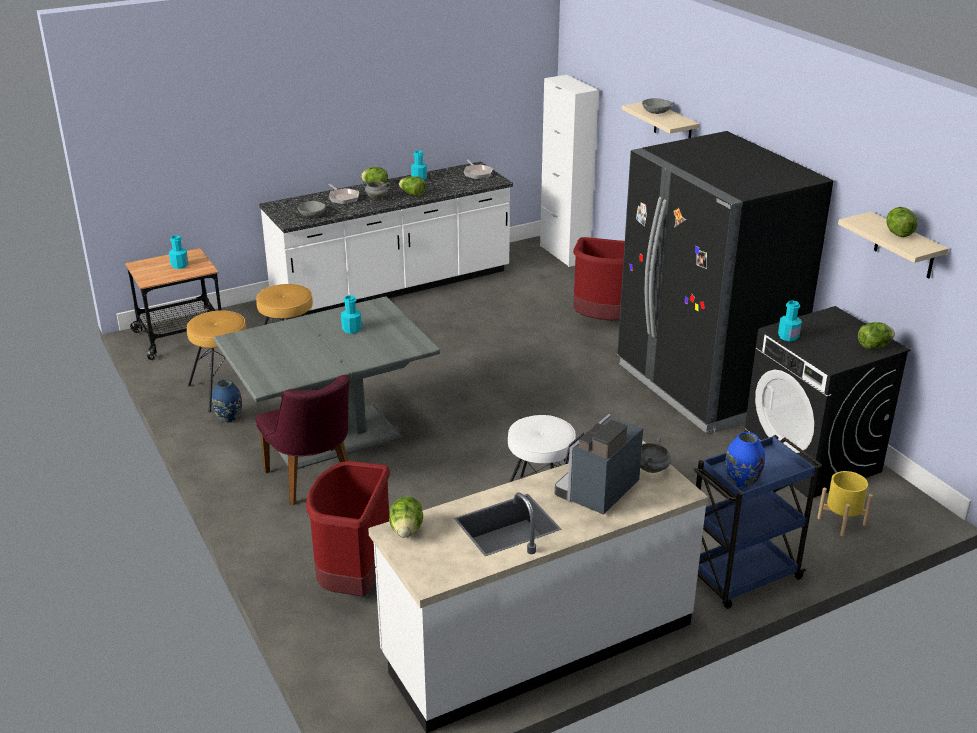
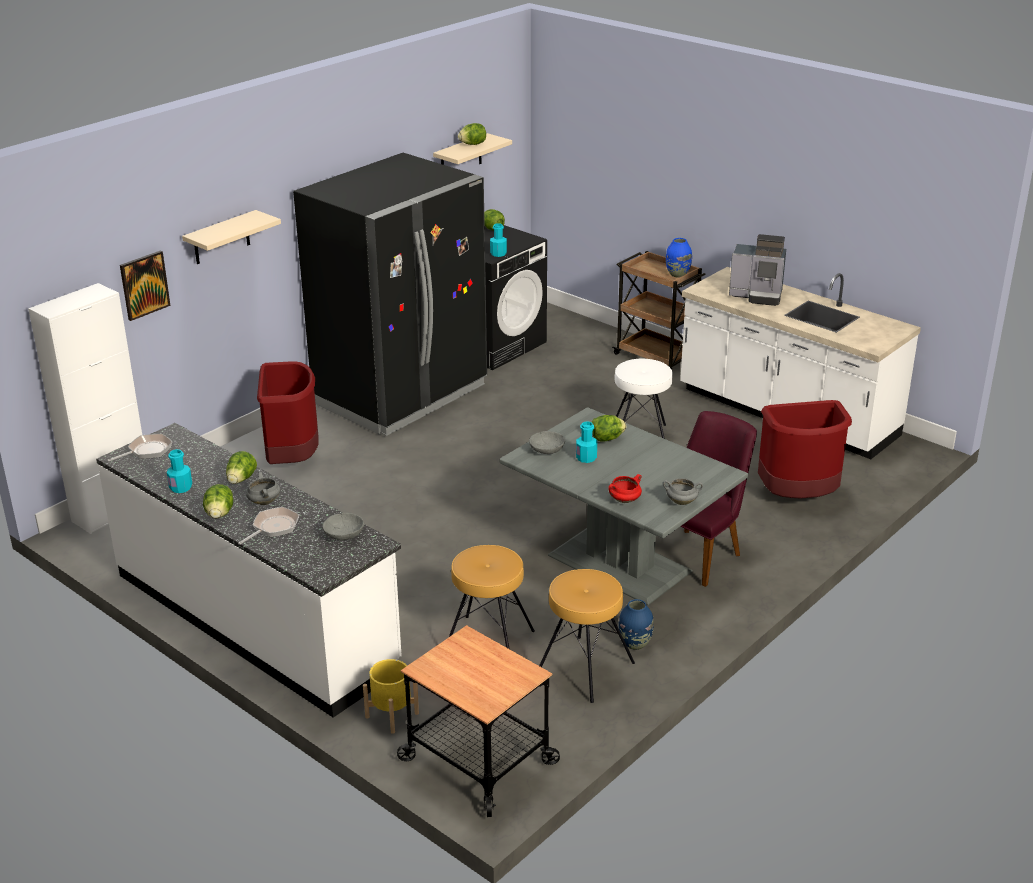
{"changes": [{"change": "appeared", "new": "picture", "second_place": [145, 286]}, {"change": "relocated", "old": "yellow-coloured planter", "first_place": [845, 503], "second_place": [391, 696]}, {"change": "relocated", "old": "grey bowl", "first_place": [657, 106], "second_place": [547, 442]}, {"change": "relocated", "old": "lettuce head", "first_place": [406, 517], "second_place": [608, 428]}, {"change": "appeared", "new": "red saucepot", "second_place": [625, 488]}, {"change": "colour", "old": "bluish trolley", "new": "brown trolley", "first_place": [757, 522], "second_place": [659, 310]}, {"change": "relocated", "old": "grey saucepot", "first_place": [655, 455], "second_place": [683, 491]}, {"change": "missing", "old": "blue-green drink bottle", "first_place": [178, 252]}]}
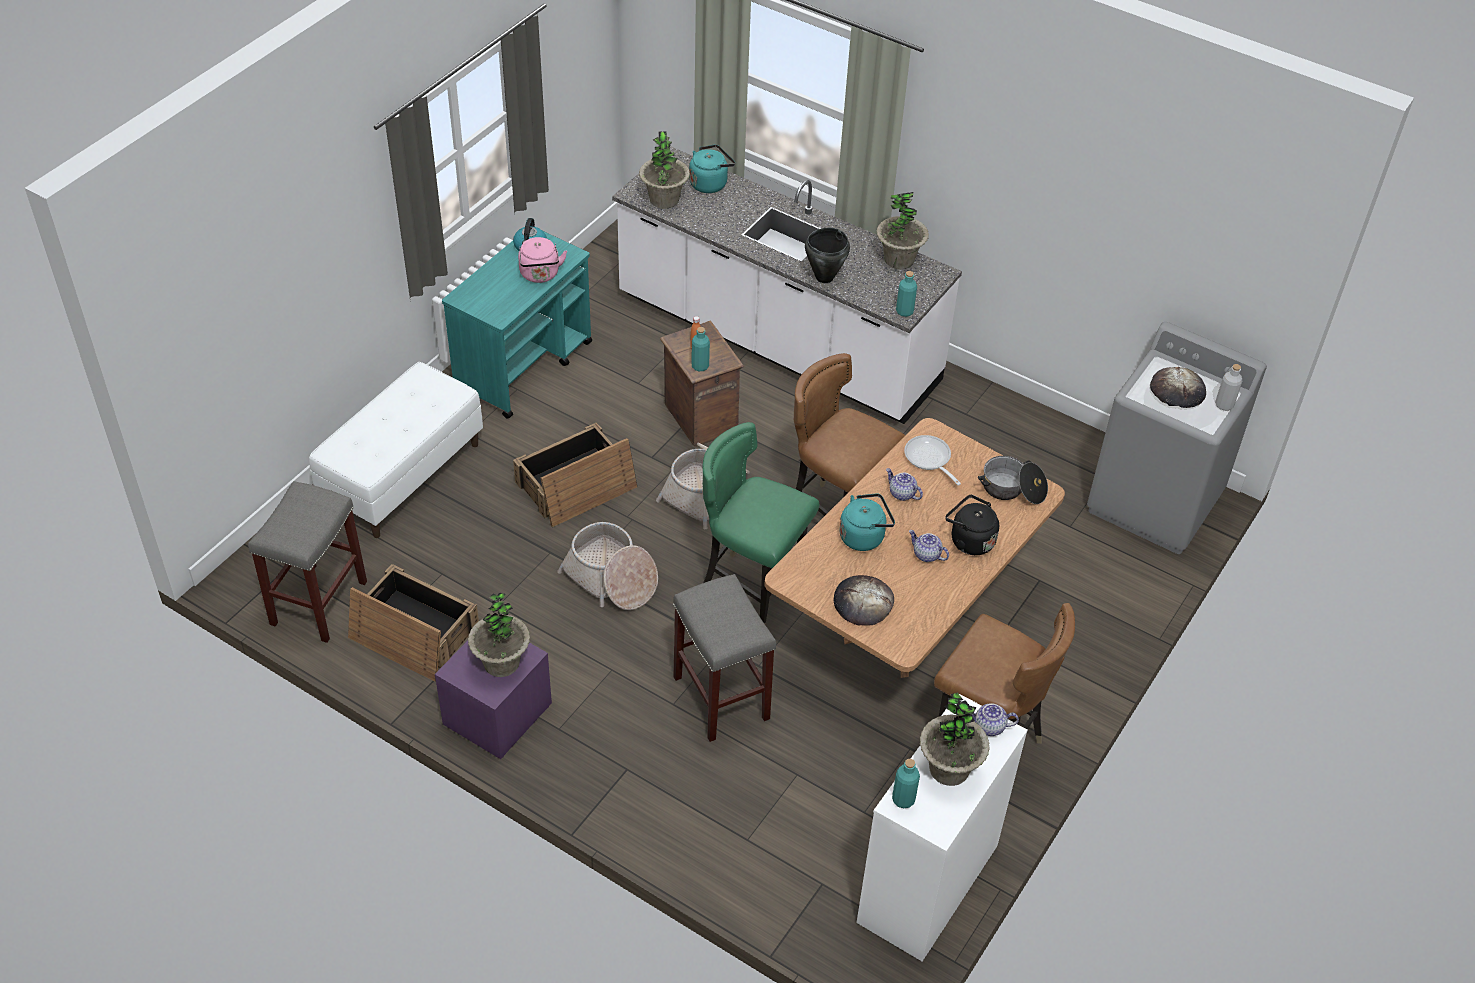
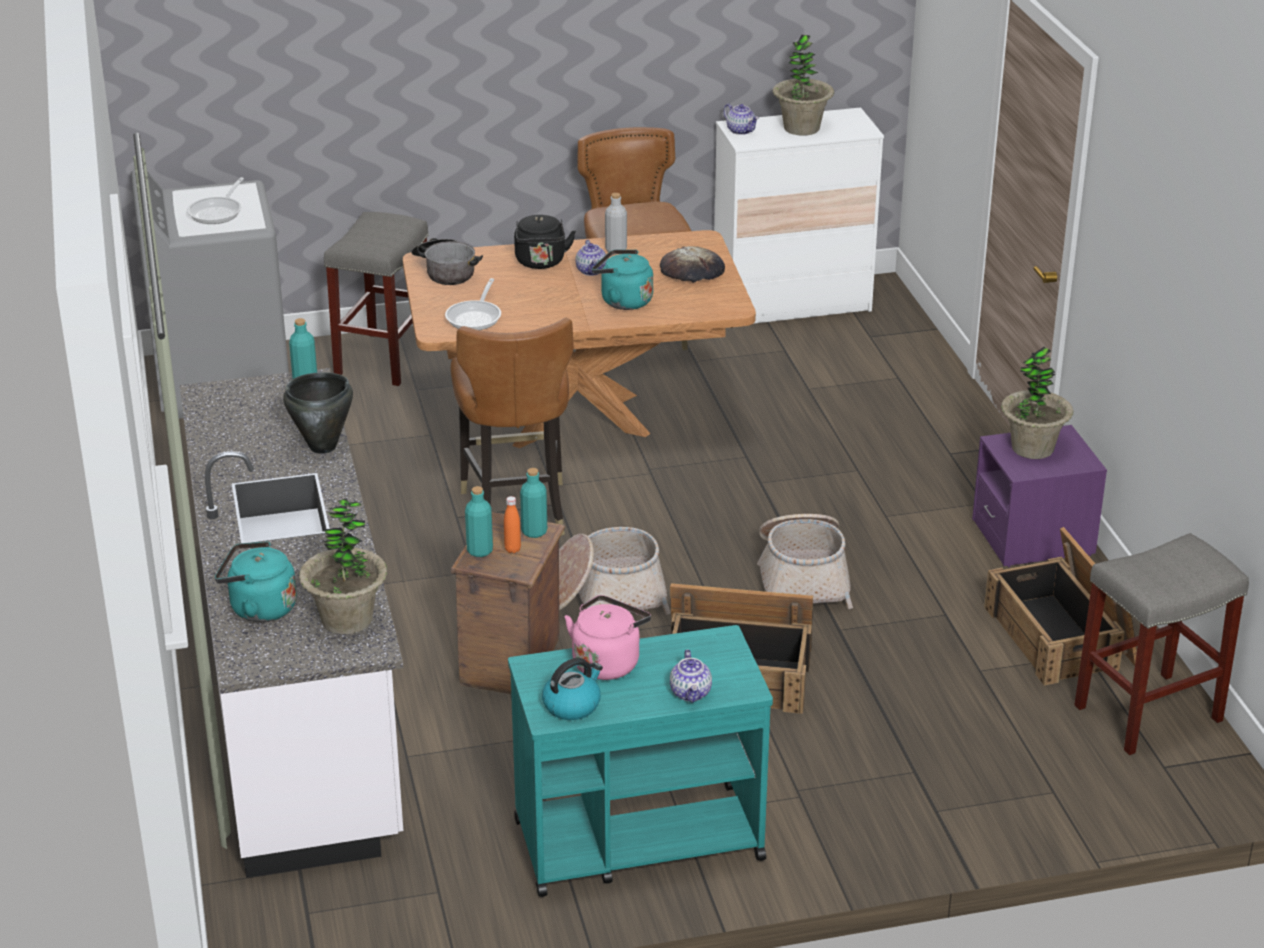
{"changes": [{"change": "exchanged", "old": "bread", "new": "pan", "first_place": [1178, 387], "second_place": [215, 200]}, {"change": "relocated", "old": "grey stool", "first_place": [724, 658], "second_place": [376, 299]}, {"change": "relocated", "old": "blue-green drink bottle", "first_place": [906, 783], "second_place": [479, 521]}, {"change": "relocated", "old": "grey drink bottle", "first_place": [1228, 387], "second_place": [616, 222]}, {"change": "relocated", "old": "pot for tea", "first_place": [904, 484], "second_place": [691, 676]}, {"change": "missing", "old": "white indoor bench", "first_place": [396, 450]}, {"change": "missing", "old": "green-coloured chair", "first_place": [760, 523]}, {"change": "missing", "old": "plant in a pot", "first_place": [902, 230]}]}
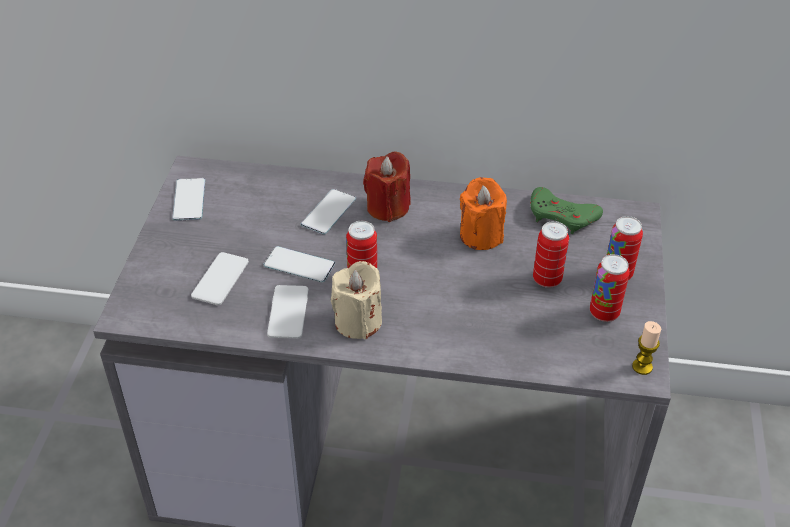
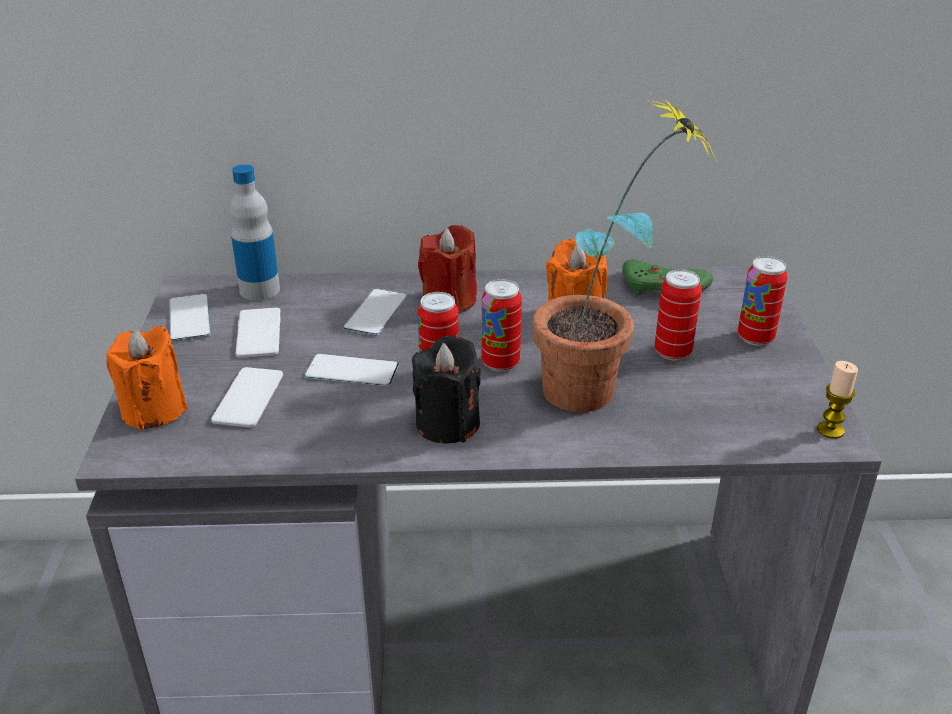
{"changes": [{"change": "appeared", "new": "orange-coloured candle", "second_place": [147, 378]}, {"change": "appeared", "new": "drink bottle", "second_place": [254, 232]}, {"change": "relocated", "old": "phone", "first_place": [287, 312], "second_place": [258, 333]}, {"change": "colour", "old": "sand-coloured candle", "new": "black candle", "first_place": [356, 300], "second_place": [446, 389]}, {"change": "relocated", "old": "sealed can", "first_place": [610, 288], "second_place": [502, 325]}, {"change": "appeared", "new": "plant in a pot", "second_place": [625, 253]}]}
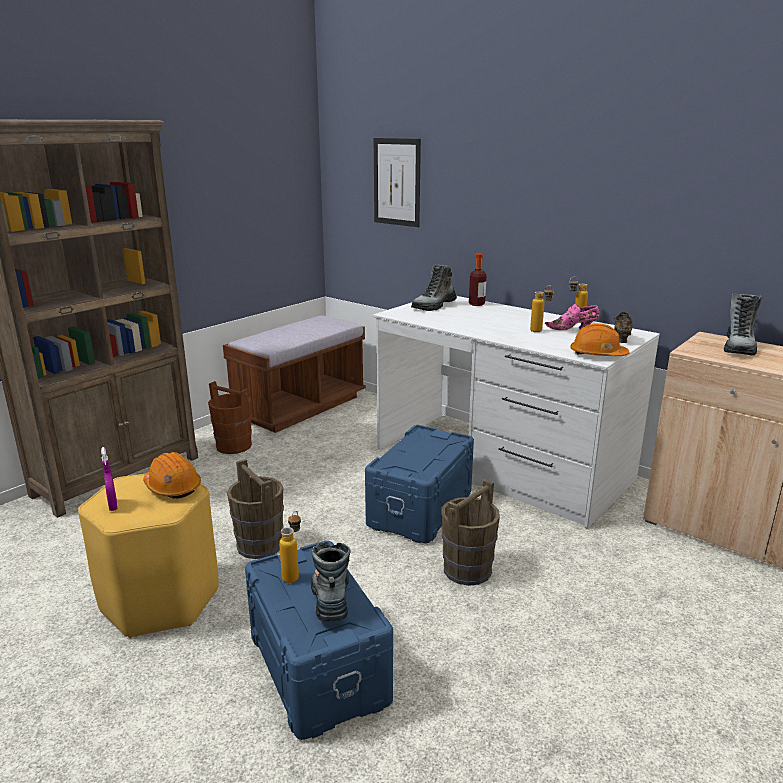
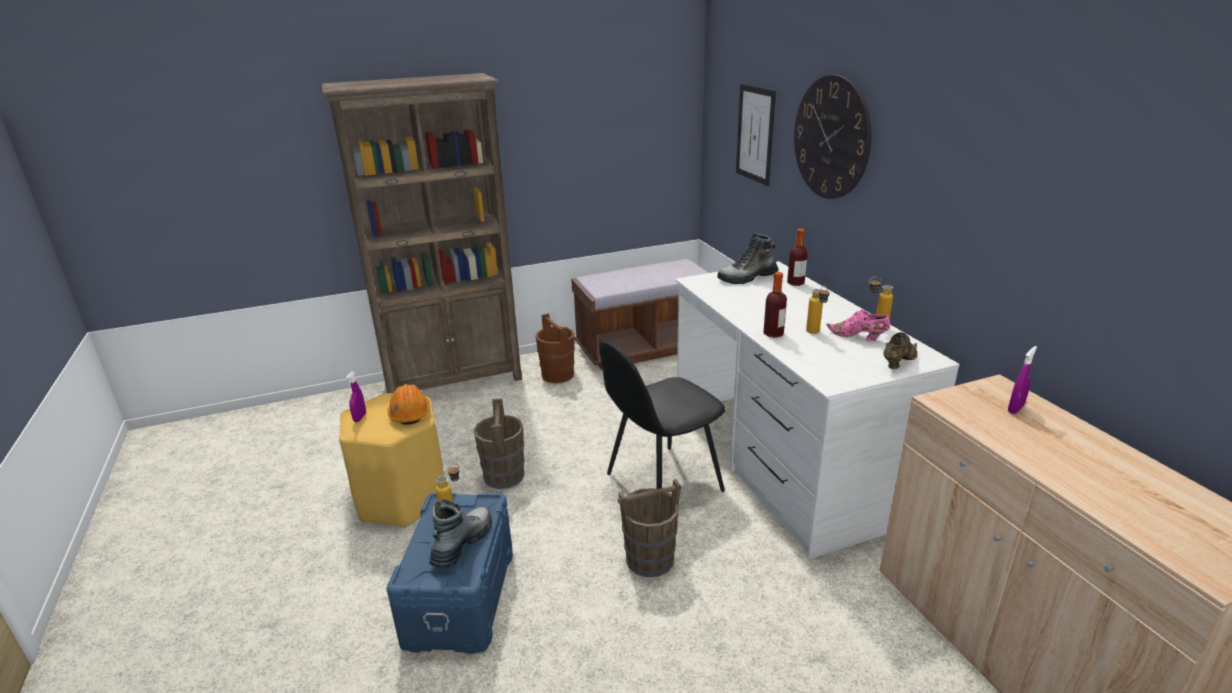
{"changes": [{"change": "exchanged", "old": "bluish storage bin", "new": "black chair", "first_place": [419, 484], "second_place": [662, 416]}, {"change": "appeared", "new": "drink bottle", "second_place": [775, 305]}, {"change": "appeared", "new": "wall clock", "second_place": [832, 137]}, {"change": "exchanged", "old": "high-top boot", "new": "purple spray bottle", "first_place": [743, 324], "second_place": [1022, 380]}, {"change": "missing", "old": "orange-coloured safety helmet", "first_place": [600, 339]}]}
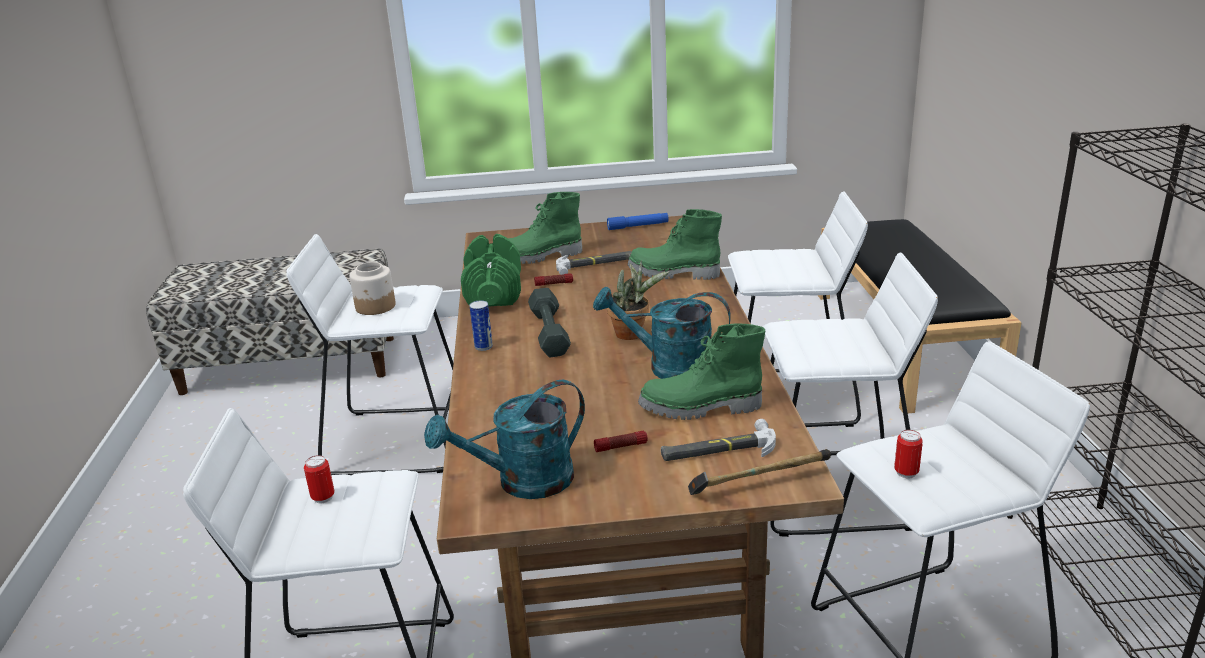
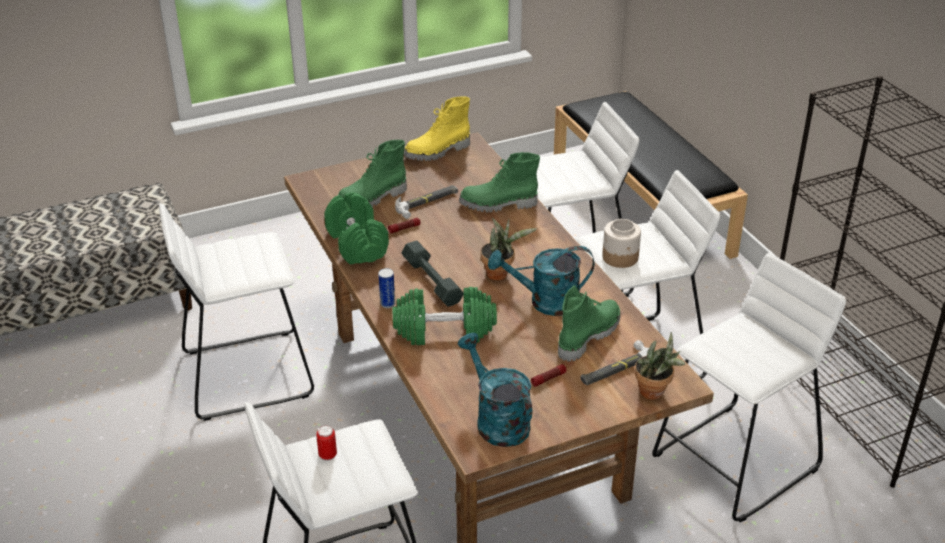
{"changes": [{"change": "appeared", "new": "green-coloured hand weight", "second_place": [445, 316]}, {"change": "exchanged", "old": "bluish hand torch", "new": "yellow-coloured high-top boot", "first_place": [637, 221], "second_place": [437, 129]}, {"change": "spun", "old": "blue-green sprinkling can", "first_place": [504, 439], "second_place": [495, 390], "degrees": 105}, {"change": "spun", "old": "green-coloured high-top boot", "first_place": [701, 371], "second_place": [589, 323], "degrees": 150}, {"change": "relocated", "old": "storage jar", "first_place": [372, 288], "second_place": [621, 243]}, {"change": "exchanged", "old": "hammer", "new": "plant in a pot", "first_place": [759, 472], "second_place": [660, 366]}, {"change": "missing", "old": "sealed can", "first_place": [908, 454]}]}
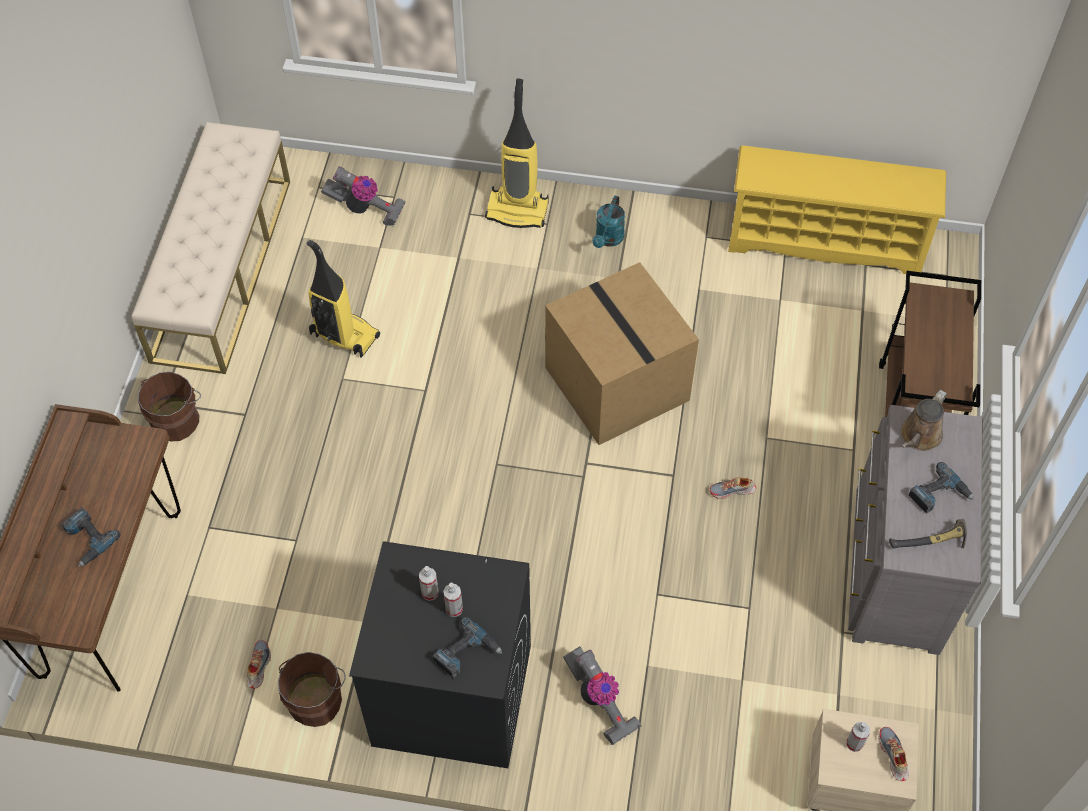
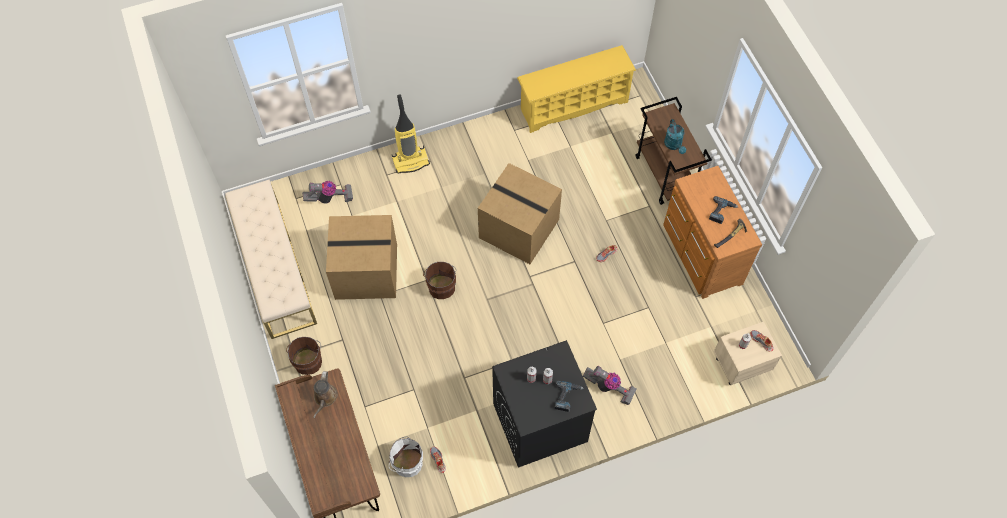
{"changes": [{"change": "relocated", "old": "brown sprinkling can", "first_place": [924, 420], "second_place": [325, 394]}, {"change": "exchanged", "old": "hoover", "new": "packing box", "first_place": [343, 299], "second_place": [361, 257]}, {"change": "appeared", "new": "white bucket", "second_place": [406, 456]}, {"change": "relocated", "old": "brown bucket", "first_place": [312, 689], "second_place": [440, 280]}, {"change": "colour", "old": "grey dresser", "new": "brown dresser", "first_place": [915, 530], "second_place": [712, 232]}, {"change": "relocated", "old": "blue-green sprinkling can", "first_place": [608, 222], "second_place": [675, 136]}, {"change": "missing", "old": "drill", "first_place": [91, 537]}]}
